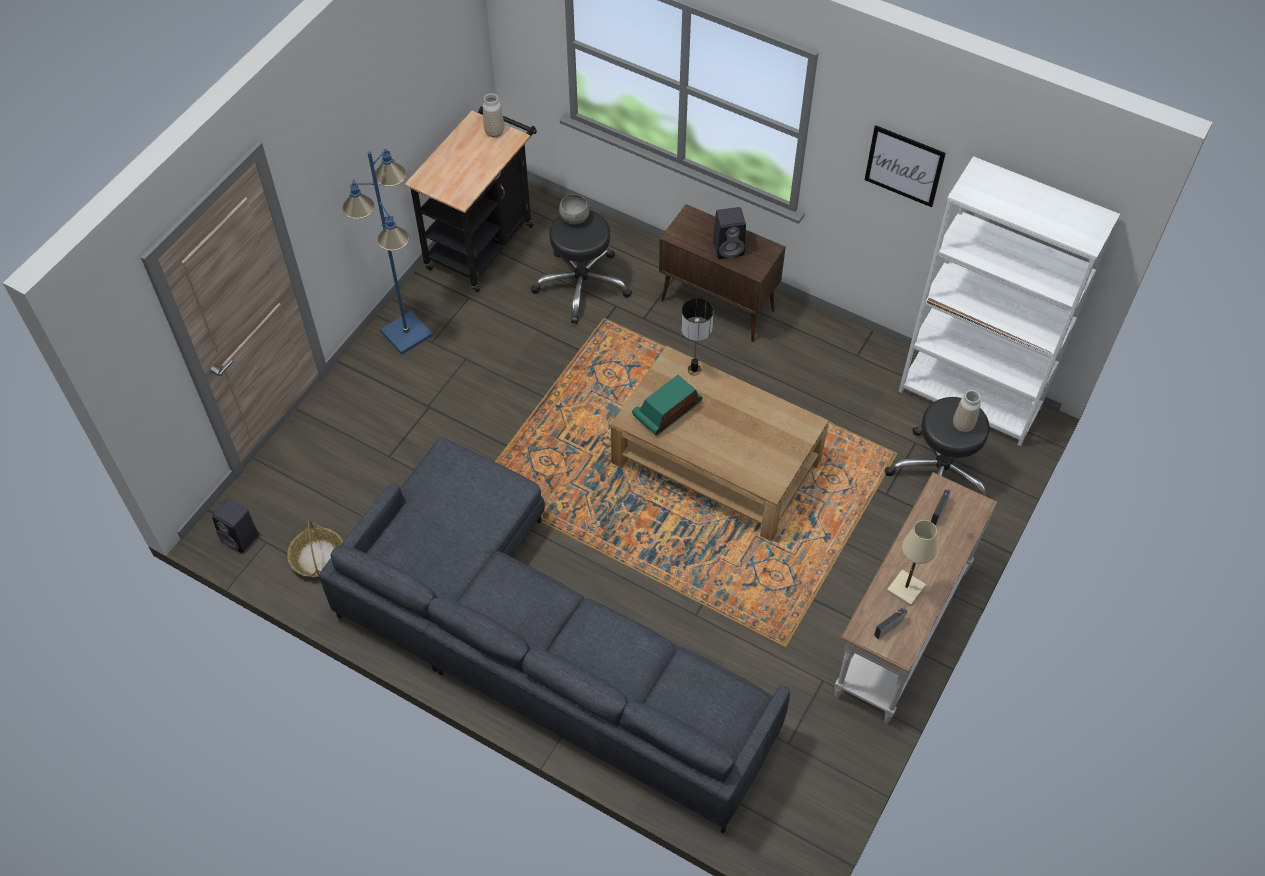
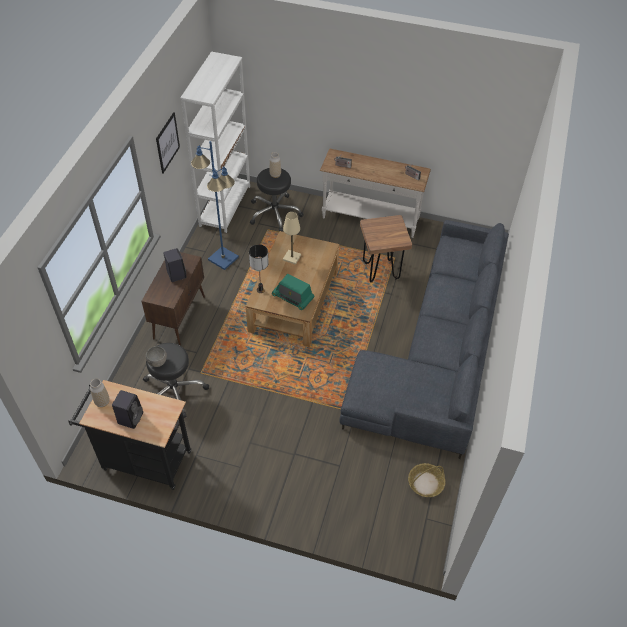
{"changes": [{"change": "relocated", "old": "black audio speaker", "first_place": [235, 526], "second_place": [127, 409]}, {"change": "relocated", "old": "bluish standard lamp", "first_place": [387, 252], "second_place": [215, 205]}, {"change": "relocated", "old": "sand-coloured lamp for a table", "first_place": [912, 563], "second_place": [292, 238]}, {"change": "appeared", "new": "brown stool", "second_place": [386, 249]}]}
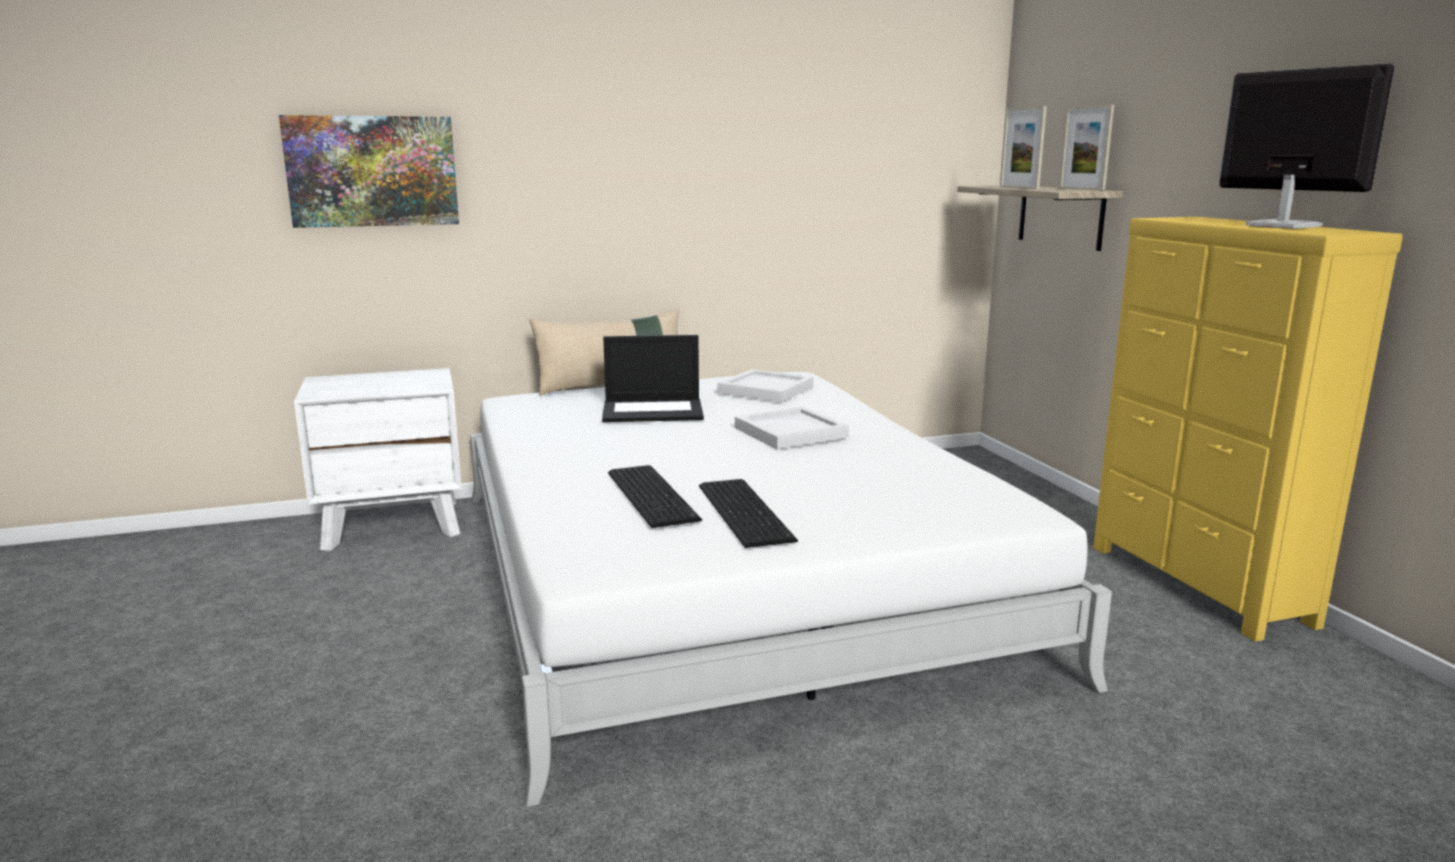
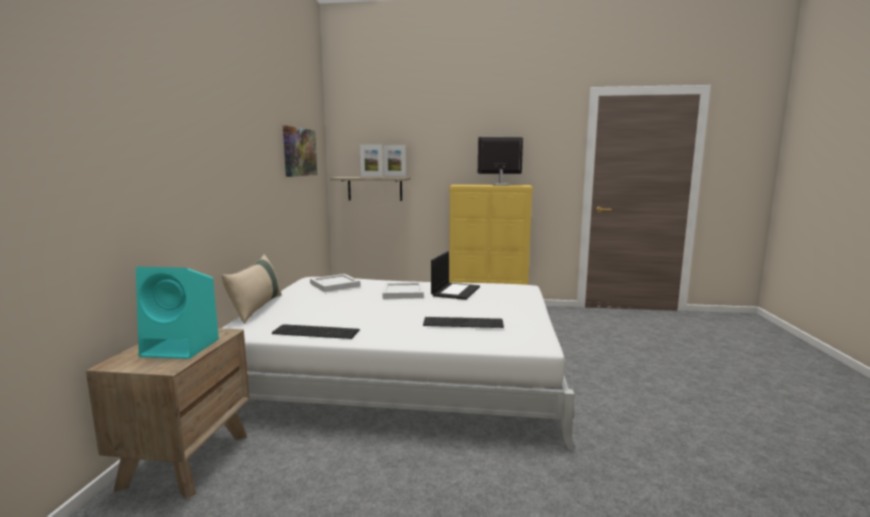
{"changes": [{"change": "colour", "old": "white bedside table", "new": "brown bedside table", "first_place": [378, 459], "second_place": [168, 413]}, {"change": "appeared", "new": "blue-green audio speaker", "second_place": [177, 313]}, {"change": "relocated", "old": "keyboard", "first_place": [748, 513], "second_place": [316, 331]}, {"change": "relocated", "old": "picture", "first_place": [369, 171], "second_place": [300, 151]}, {"change": "relocated", "old": "notebook computer", "first_place": [653, 378], "second_place": [455, 275]}]}
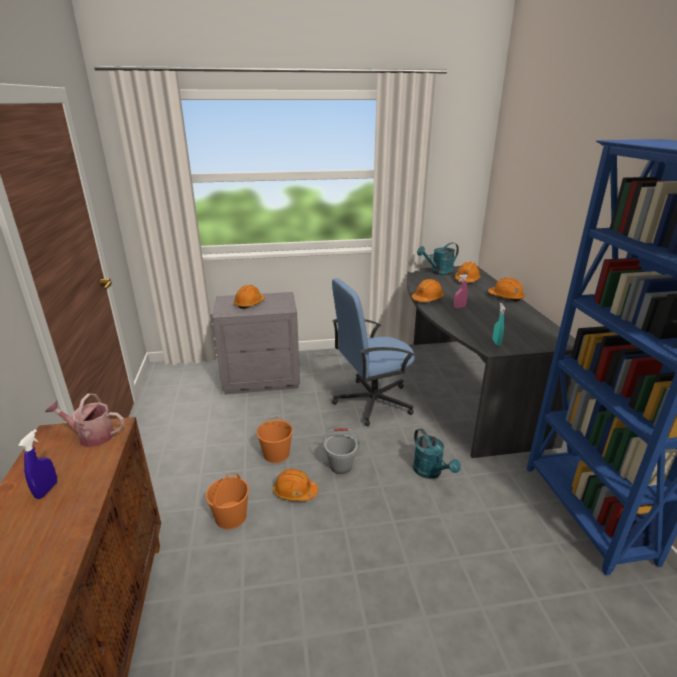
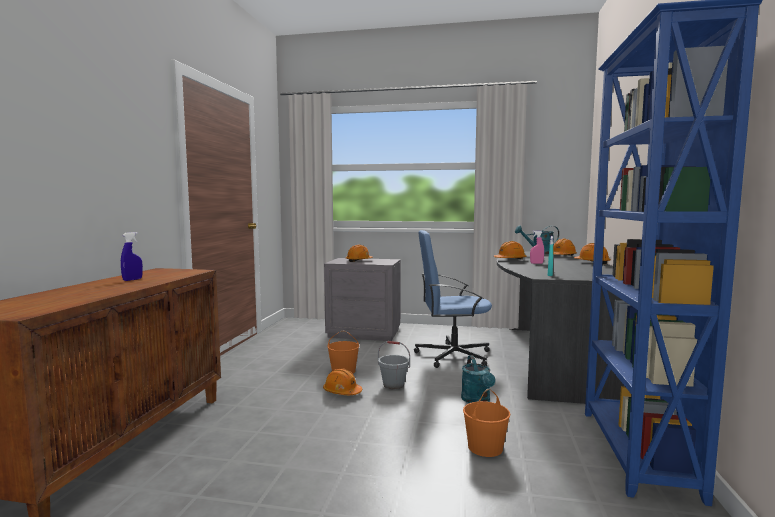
{"changes": [{"change": "relocated", "old": "orange-coloured bucket", "first_place": [227, 501], "second_place": [486, 423]}, {"change": "missing", "old": "sprinkling can", "first_place": [84, 420]}]}
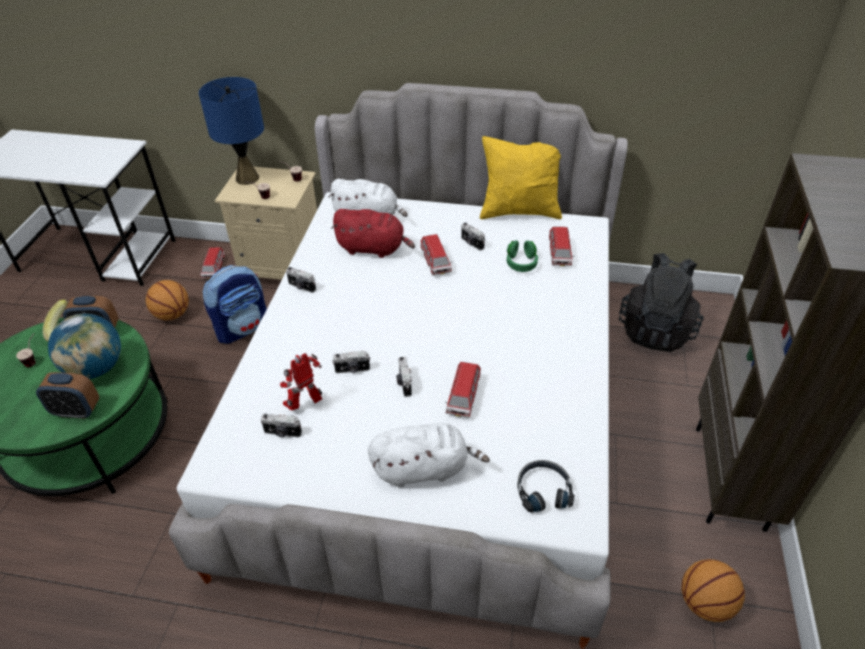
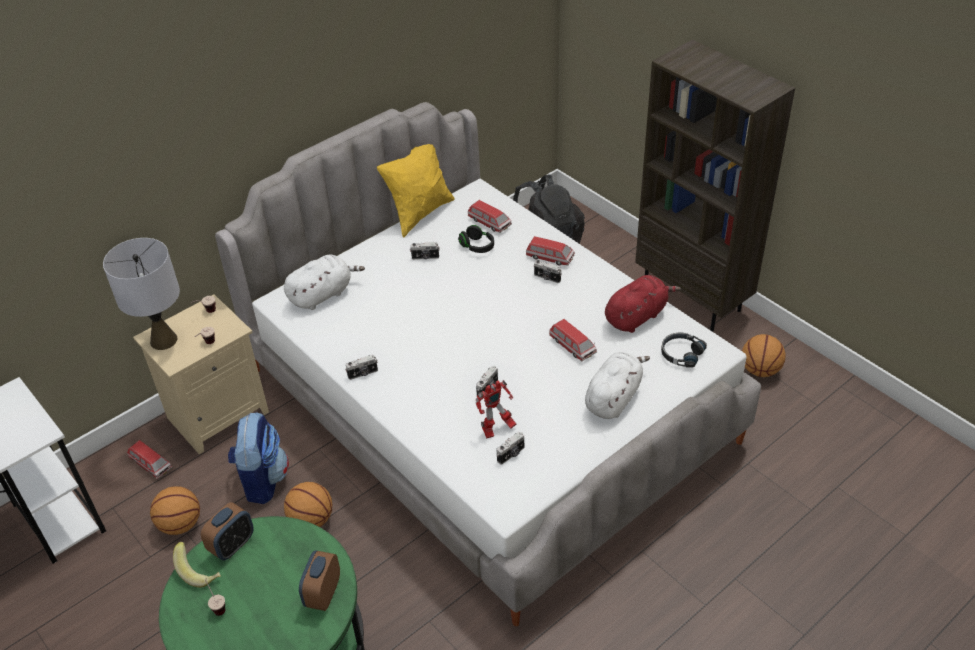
{"changes": [{"change": "colour", "old": "bluish lamp for a table", "new": "grey lamp for a table", "first_place": [231, 131], "second_place": [141, 294]}, {"change": "appeared", "new": "basketball", "second_place": [308, 504]}, {"change": "spun", "old": "table clock", "first_place": [67, 395], "second_place": [319, 580], "degrees": 150}, {"change": "colour", "old": "green-coloured headset", "new": "black headset", "first_place": [522, 256], "second_place": [476, 239]}, {"change": "spun", "old": "model robot", "first_place": [301, 382], "second_place": [496, 409], "degrees": -120}, {"change": "relocated", "old": "toy car", "first_place": [436, 254], "second_place": [550, 251]}, {"change": "relocated", "old": "still camera", "first_place": [404, 377], "second_place": [548, 271]}, {"change": "relocated", "old": "red plush toy", "first_place": [373, 233], "second_place": [643, 304]}, {"change": "missing", "old": "desk globe", "first_place": [84, 346]}]}
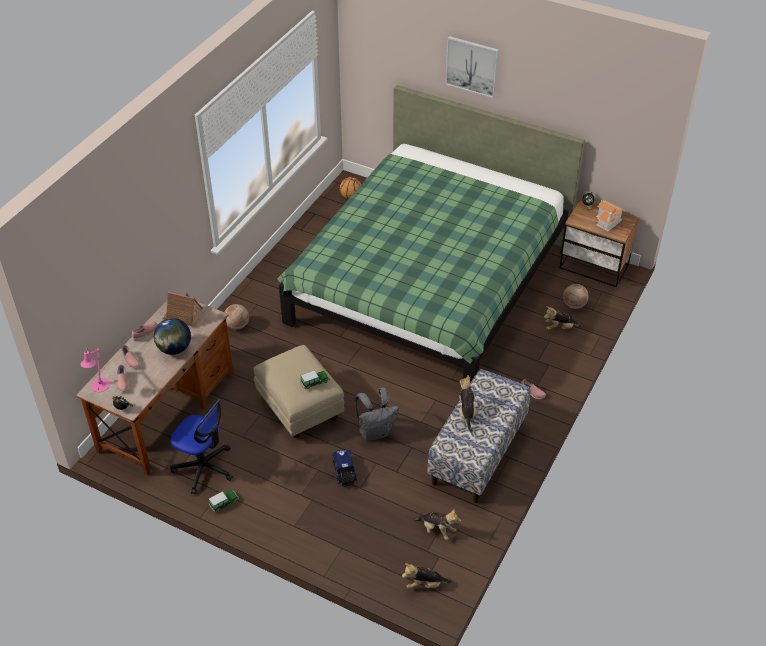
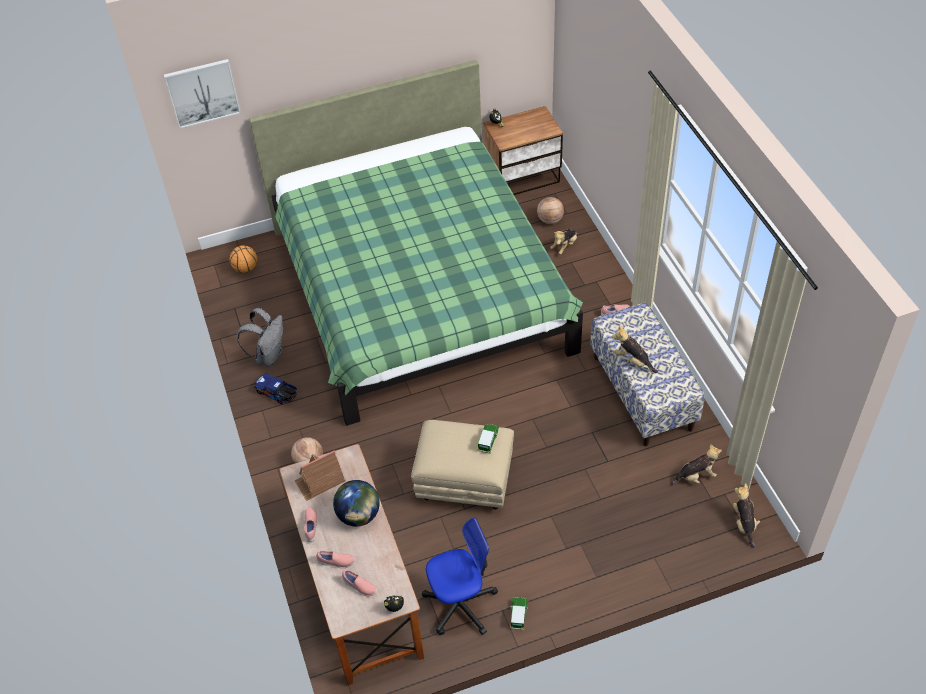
{"changes": [{"change": "relocated", "old": "picture", "first_place": [472, 67], "second_place": [202, 94]}, {"change": "relocated", "old": "grey knapsack", "first_place": [377, 414], "second_place": [260, 337]}, {"change": "relocated", "old": "model truck", "first_place": [344, 468], "second_place": [275, 388]}, {"change": "spun", "old": "plush toy", "first_place": [427, 575], "second_place": [746, 516], "degrees": 135}, {"change": "missing", "old": "pinkish lamp for a table", "first_place": [95, 370]}, {"change": "missing", "old": "toy house", "first_place": [610, 215]}]}
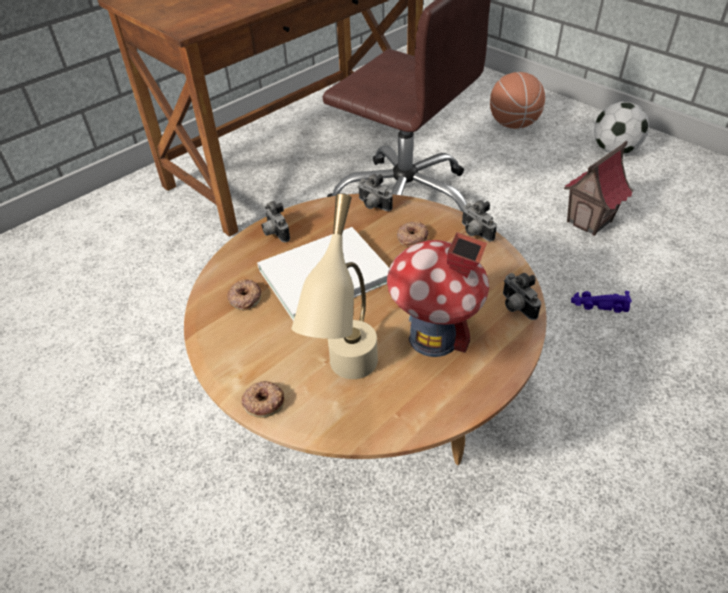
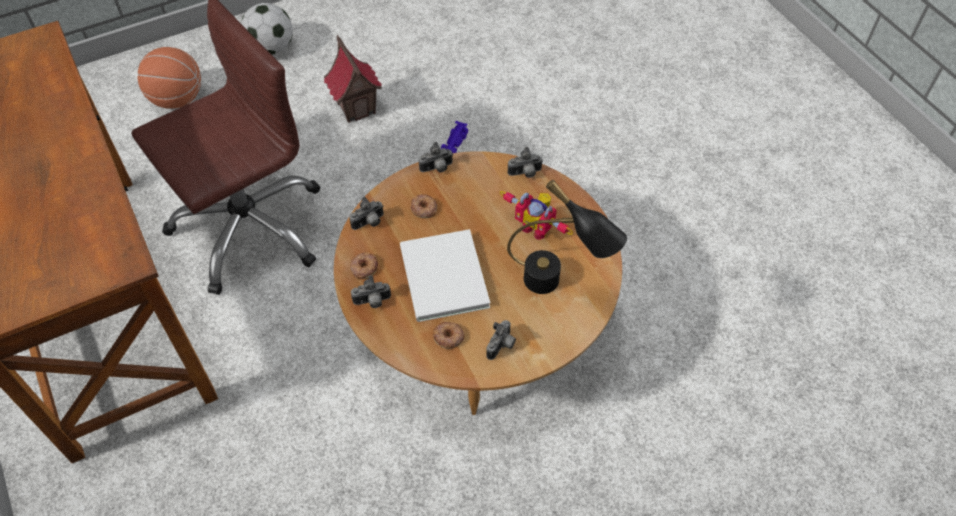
{"changes": [{"change": "relocated", "old": "ring doughnut", "first_place": [262, 399], "second_place": [364, 265]}, {"change": "appeared", "new": "still camera", "second_place": [501, 340]}, {"change": "exchanged", "old": "toy house", "new": "model robot", "first_place": [438, 294], "second_place": [536, 215]}, {"change": "colour", "old": "sand-coloured lamp for a table", "new": "black lamp for a table", "first_place": [335, 286], "second_place": [567, 237]}]}
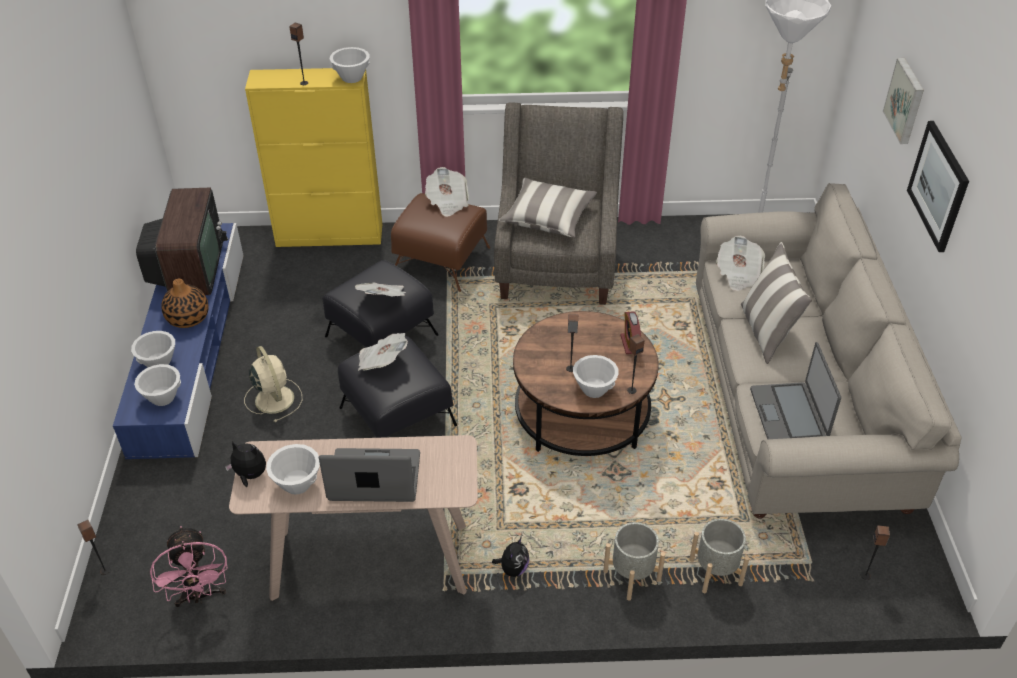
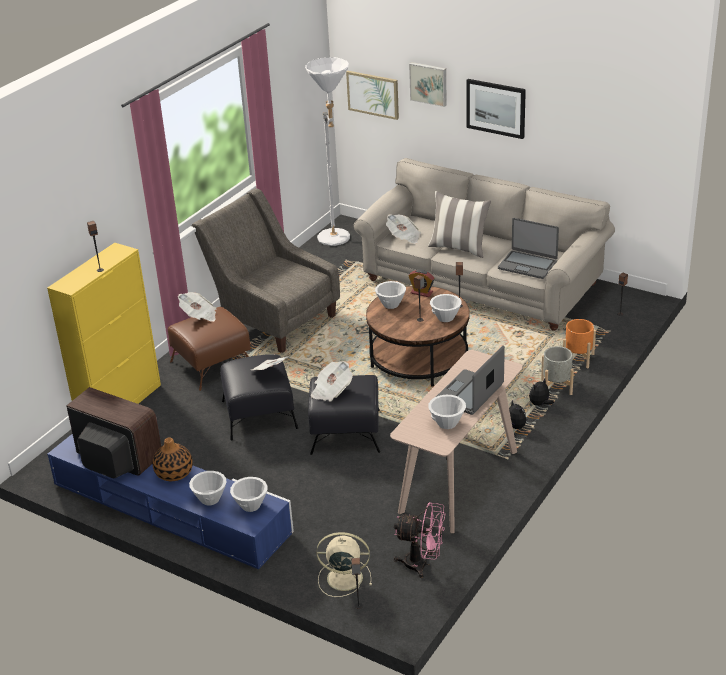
{"changes": [{"change": "relocated", "old": "sand-coloured cooling fan", "first_place": [273, 384], "second_place": [344, 564]}, {"change": "appeared", "new": "picture", "second_place": [372, 95]}, {"change": "relocated", "old": "white bowl", "first_place": [350, 65], "second_place": [390, 295]}, {"change": "relocated", "old": "plush toy", "first_place": [245, 464], "second_place": [541, 392]}, {"change": "colour", "old": "grey planter", "new": "orange-coloured planter", "first_place": [719, 555], "second_place": [579, 343]}, {"change": "missing", "old": "pillow", "first_place": [548, 208]}]}
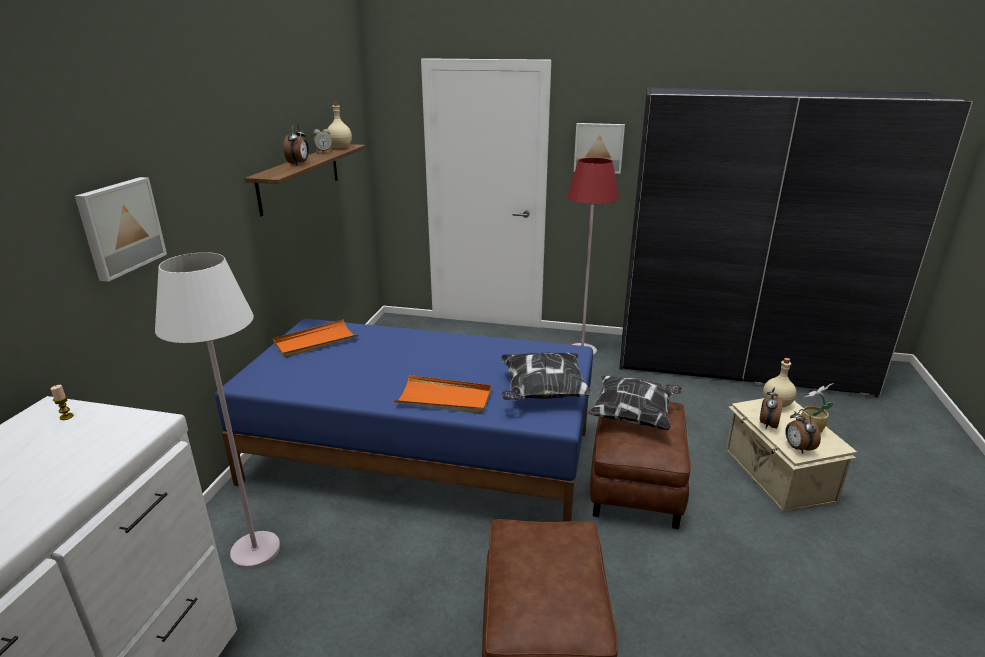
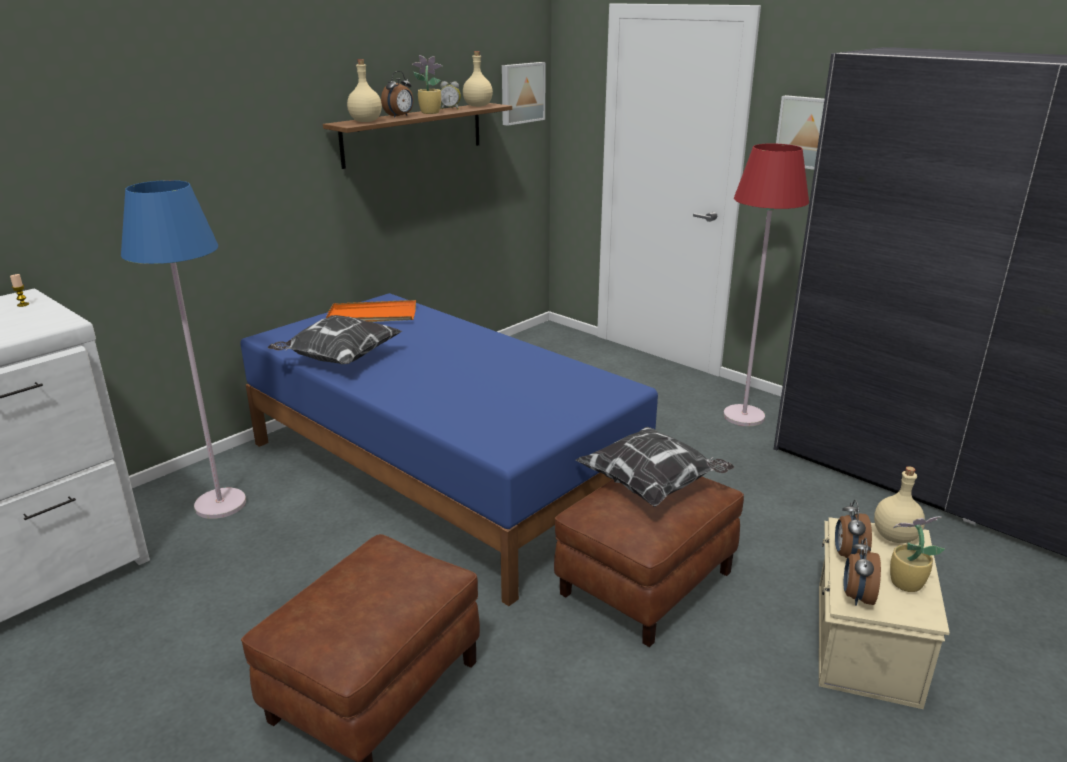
{"changes": [{"change": "colour", "old": "white standard lamp", "new": "bluish standard lamp", "first_place": [217, 410], "second_place": [183, 349]}, {"change": "relocated", "old": "pillow", "first_place": [547, 376], "second_place": [335, 340]}, {"change": "appeared", "new": "sand-coloured drink bottle", "second_place": [364, 90]}, {"change": "appeared", "new": "plant in a pot", "second_place": [427, 84]}, {"change": "relocated", "old": "picture", "first_place": [121, 229], "second_place": [524, 94]}, {"change": "spun", "old": "table clock", "first_place": [771, 408], "second_place": [853, 529], "degrees": -45}, {"change": "missing", "old": "orange-coloured carrying tray", "first_place": [442, 394]}]}
